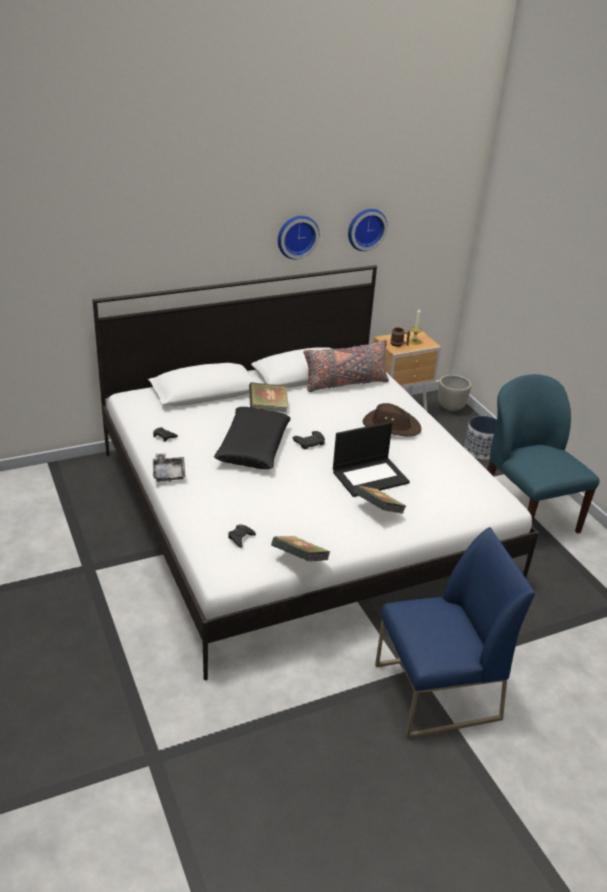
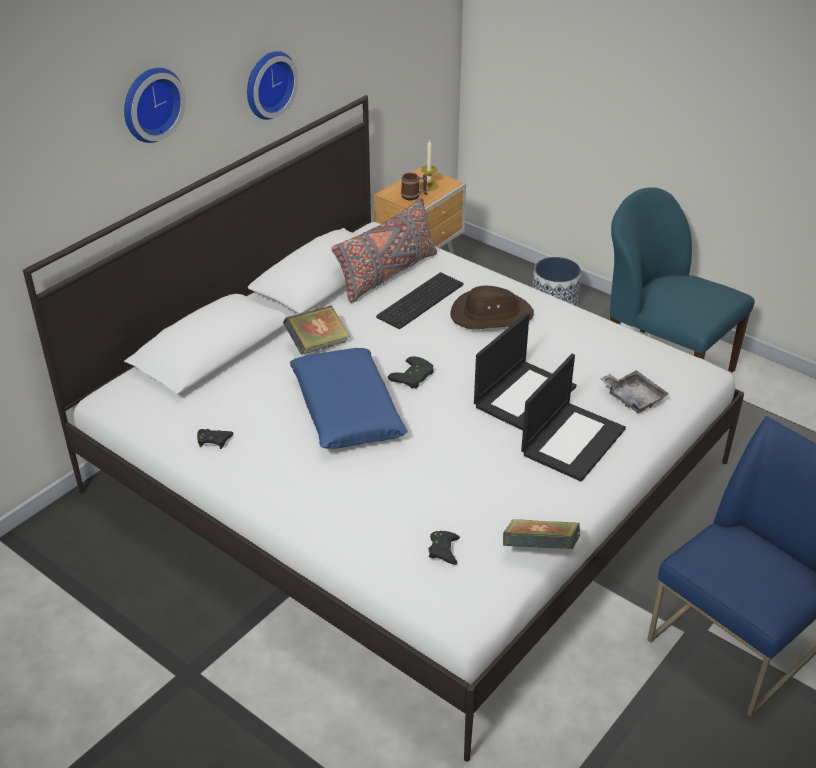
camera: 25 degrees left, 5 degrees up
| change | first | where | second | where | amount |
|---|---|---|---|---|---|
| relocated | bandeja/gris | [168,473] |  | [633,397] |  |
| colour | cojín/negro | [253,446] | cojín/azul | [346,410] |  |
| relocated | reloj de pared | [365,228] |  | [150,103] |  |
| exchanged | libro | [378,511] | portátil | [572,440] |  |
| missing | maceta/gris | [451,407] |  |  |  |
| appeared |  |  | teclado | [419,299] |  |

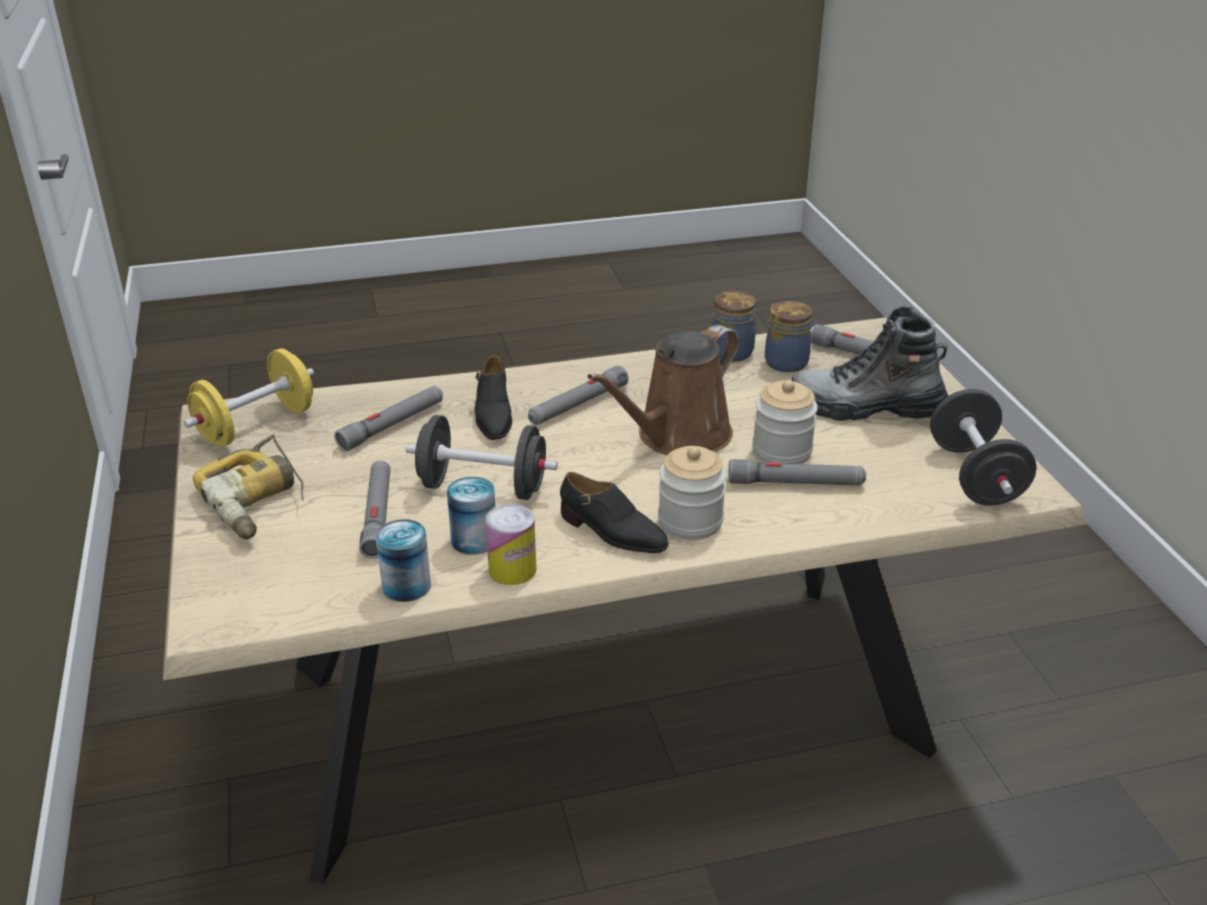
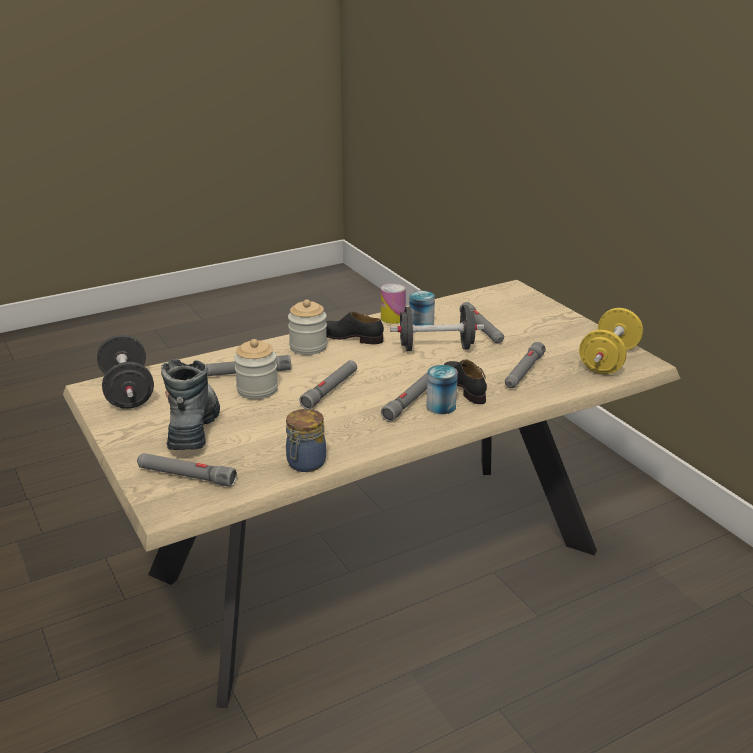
camera: 165 degrees right, 5 degrees down
| change | first | where | second | where | amount |
|---|---|---|---|---|---|
| missing | taladro | [258,500] |  |  |  |
| relocated | lata | [406,586] |  | [441,406] |  |
| exchanged | regadera/marrón | [677,437] | linterna/gris | [330,389] |  |
| missing | tarro | [784,362] |  |  |  |
| spun | bota | [866,408] |  | [193,428] | 90 degrees counterclockwise |

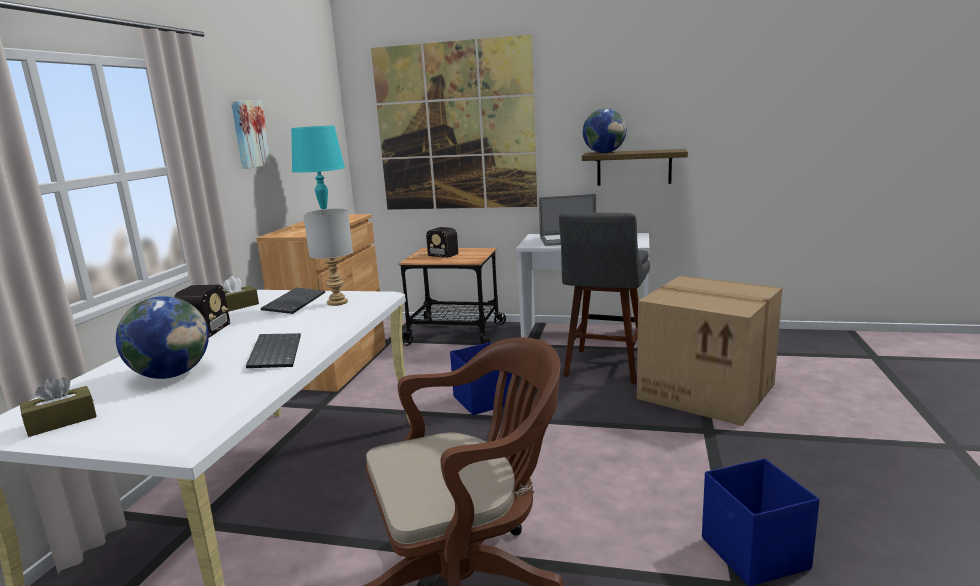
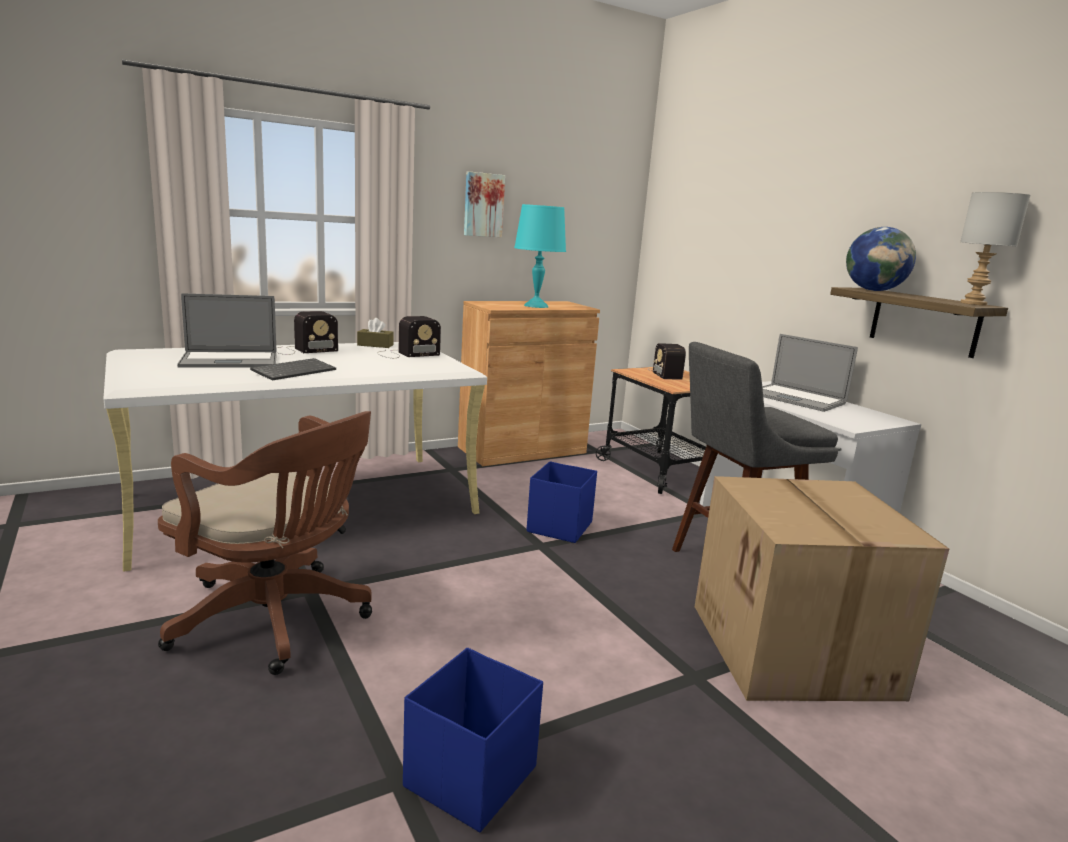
camera: 45 degrees right, 0 degrees up
| change | first | where | second | where | amount |
|---|---|---|---|---|---|
| missing | caja de pañuelos/marrón | [61,421] |  |  |  |
| exchanged | globo terráqueo | [171,374] | portátil | [229,361] |  |
| exchanged | teclado | [294,302] | radio | [405,354] |  |
| relocated | lámpara de mesa/gris | [337,303] |  | [973,304] |  |
| missing | cuadro | [455,127] |  |  |  |

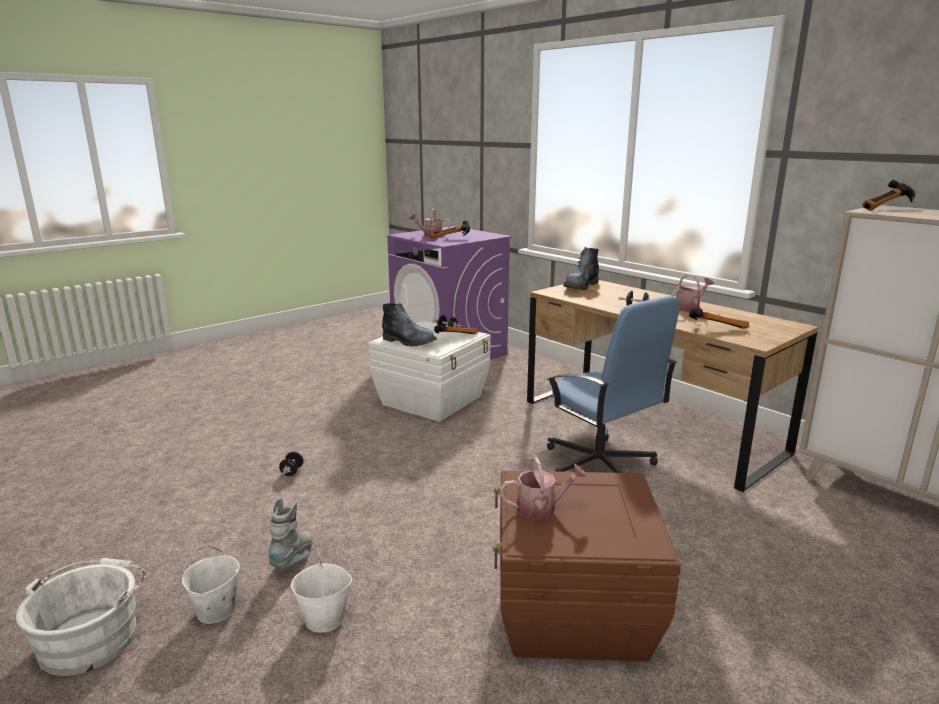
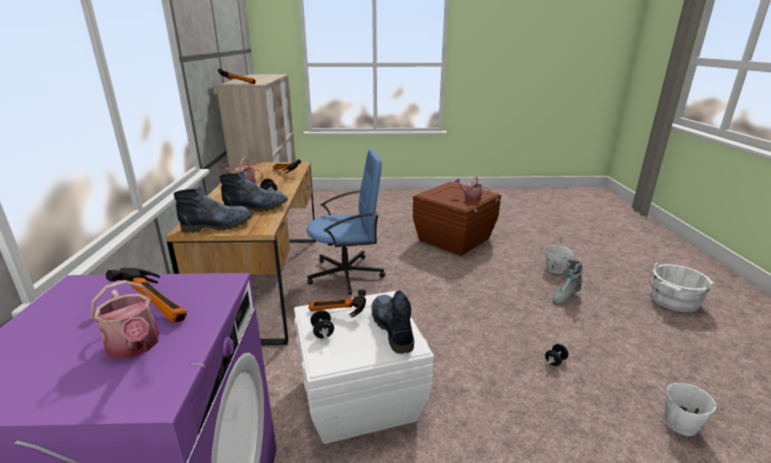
camera: 140 degrees left, 5 degrees up
| change | first | where | second | where | amount |
|---|---|---|---|---|---|
| relocated | cubo/blanco | [216,611] |  | [680,423] |  |
| spun | silla de oficina/azul | [599,465] |  | [347,274] | 75 degrees clockwise |
| appeared |  |  | bota | [258,208] |  |

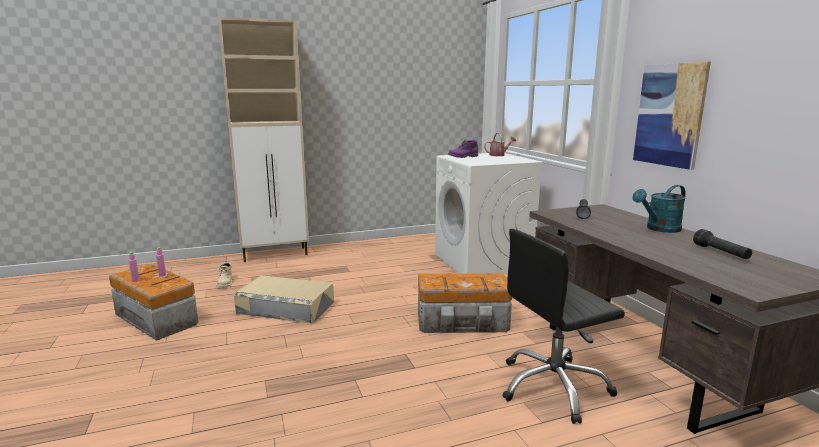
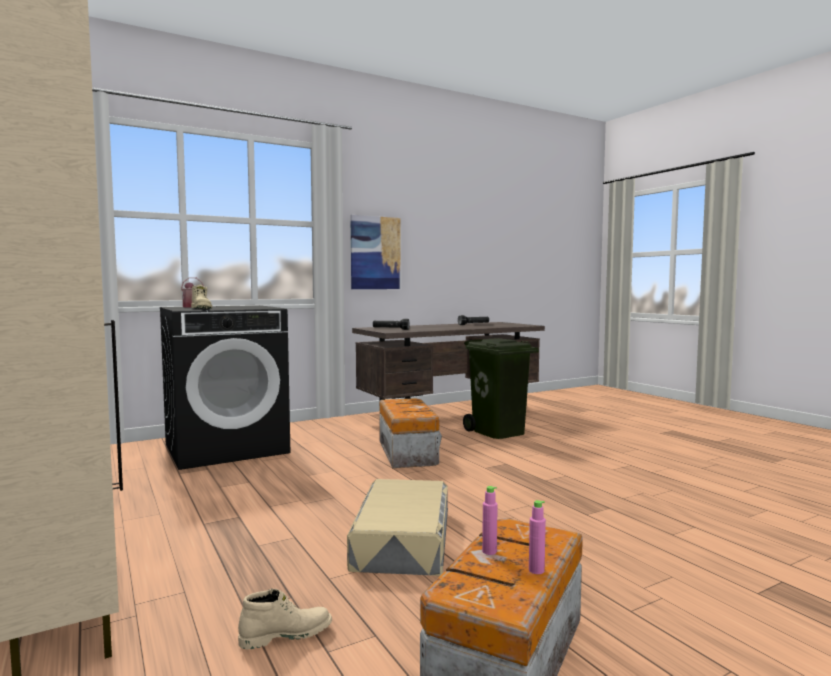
camera: 100 degrees left, 10 degrees down
| change | first | where | second | where | amount |
|---|---|---|---|---|---|
| colour | lavadora/blanco | [483,262] | lavadora/negro | [227,448] |  |
| colour | bota/morado | [463,157] | bota/beis | [201,308] |  |
| exchanged | silla de oficina/negro | [553,387] | papelera/verde | [497,432] |  |
| missing | regadera/turquesa | [659,229] |  |  |  |

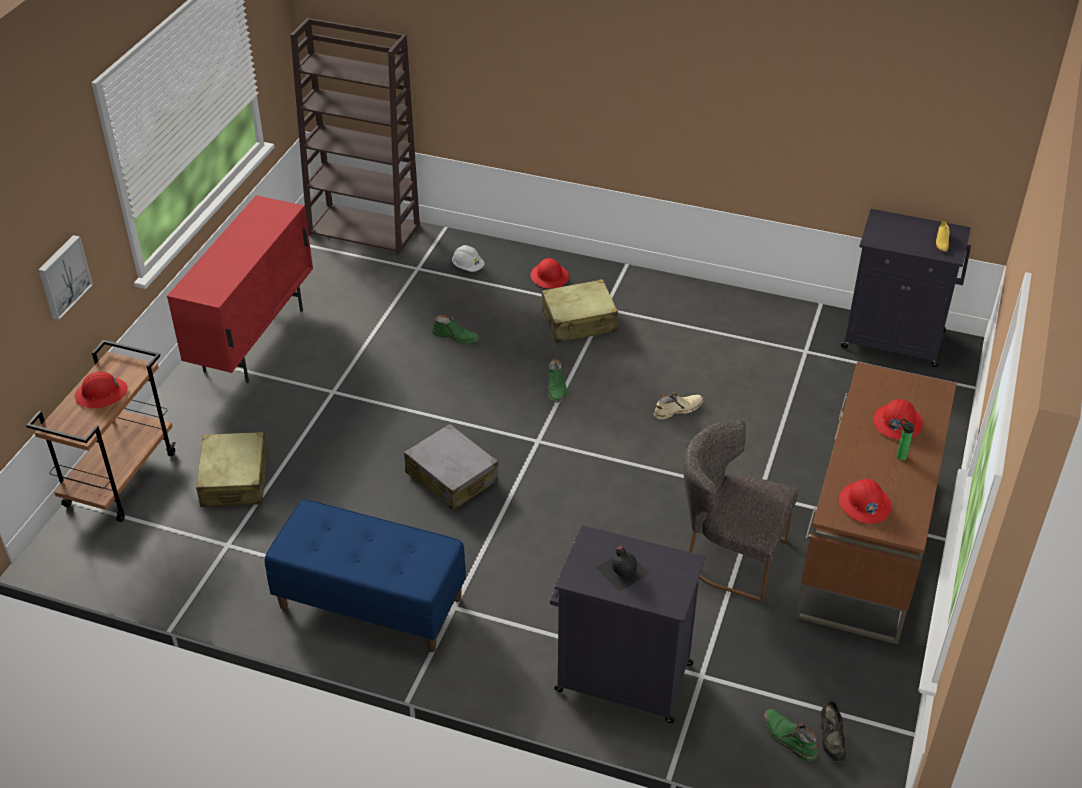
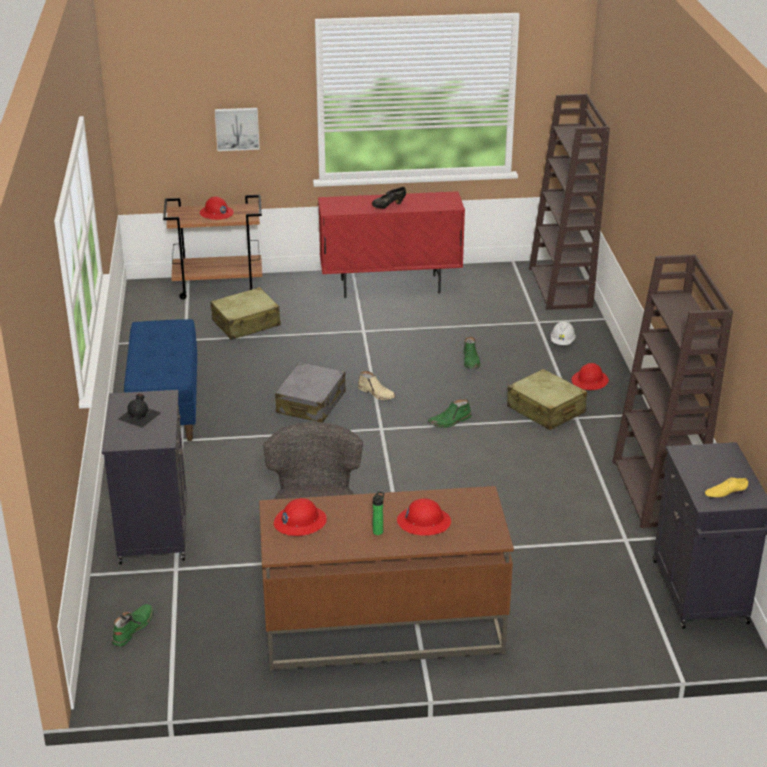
camera: 65 degrees right, 10 degrees down
| change | first | where | second | where | amount |
|---|---|---|---|---|---|
| relocated | bota/beis | [677,409] |  | [377,393] |  |
| relocated | zapato/negro | [831,740] |  | [388,206] |  |
| appeared |  |  | estantería/marrón | [656,492] |  |

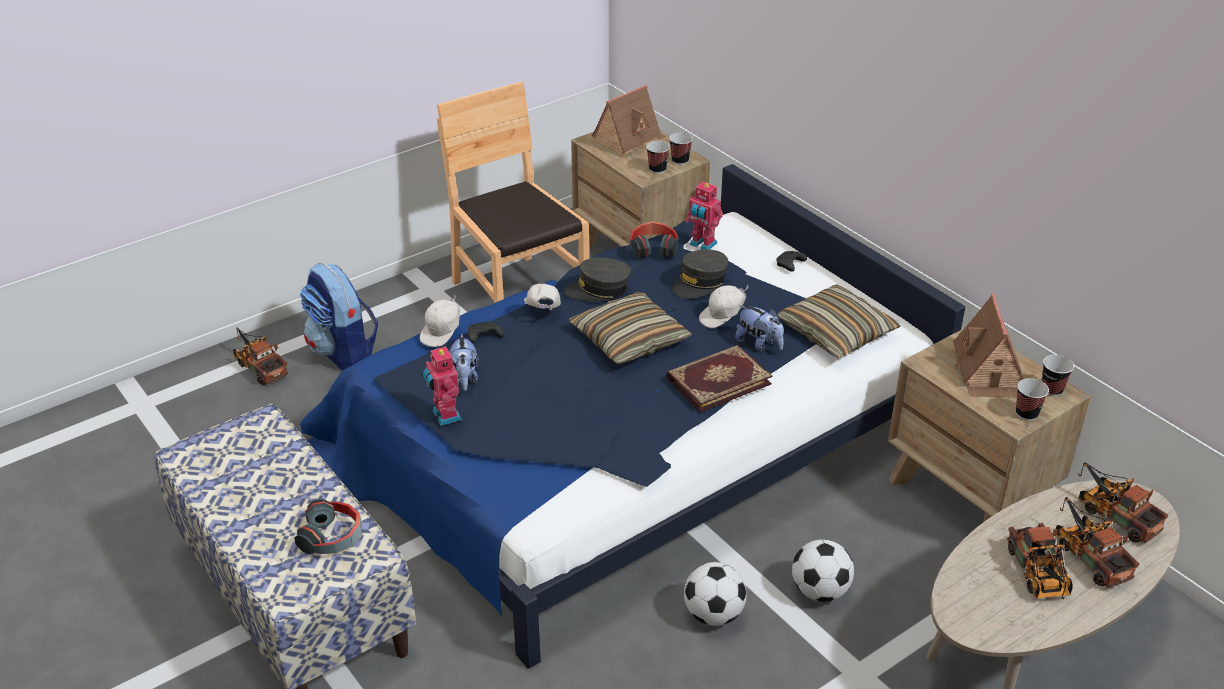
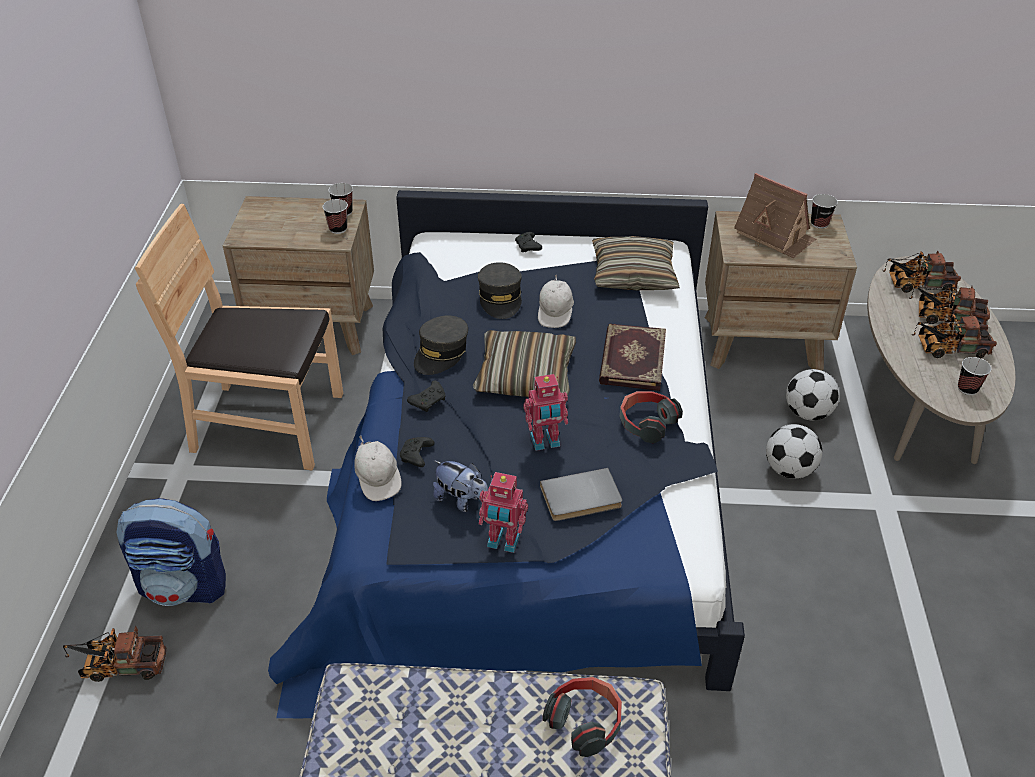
camera: 50 degrees left, 5 degrees up
| change | first | where | second | where | amount |
|---|---|---|---|---|---|
| exchanged | gorra/blanco | [542,311] | mando de consola/negro | [429,401] |  |
| missing | casita | [629,140] |  |  |  |
| relocated | auriculares | [653,248] |  | [646,423] |  |
| relocated | balón de fútbol | [713,614] |  | [807,413] |  |
| relocated | robot de juguete | [702,244] |  | [545,442] |  |
| missing | peluche | [759,344] |  |  |  |
| spun | camión de juguete | [1038,576] |  | [947,349] | 150 degrees clockwise |
| relocated | taza | [1026,414] |  | [967,389] |  |
| appeared |  |  | libro/gris | [581,499] |  |

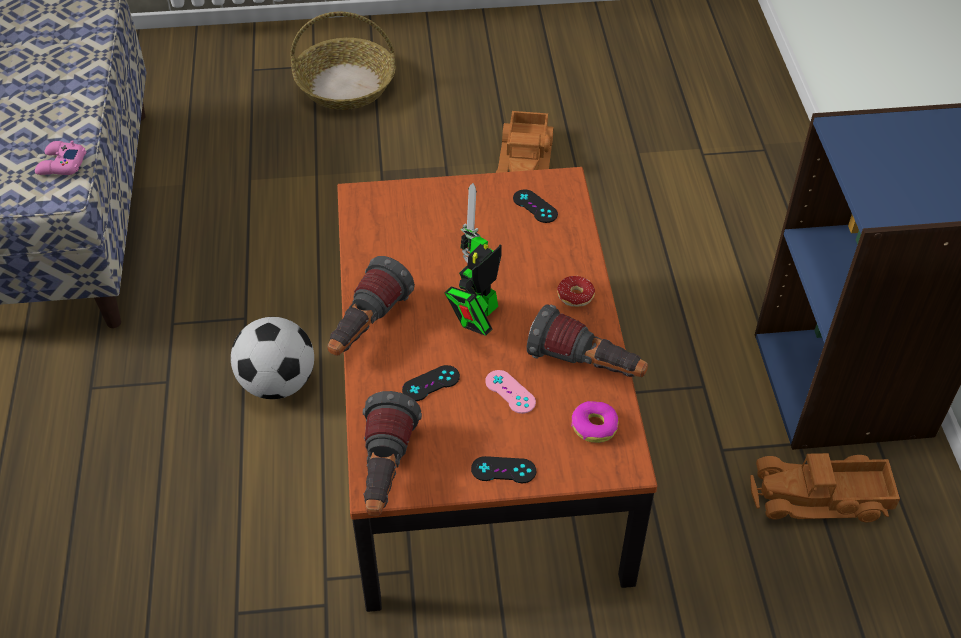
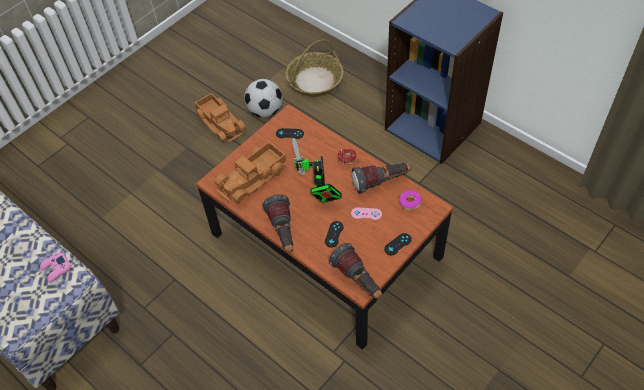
camera: 40 degrees left, 5 degrees up
| change | first | where | second | where | amount |
|---|---|---|---|---|---|
| relocated | balón de fútbol | [277,383] |  | [265,111] |  |
| relocated | cesta | [345,86] |  | [314,81] |  |
| relocated | camión de juguete | [821,499] |  | [253,178] |  |

